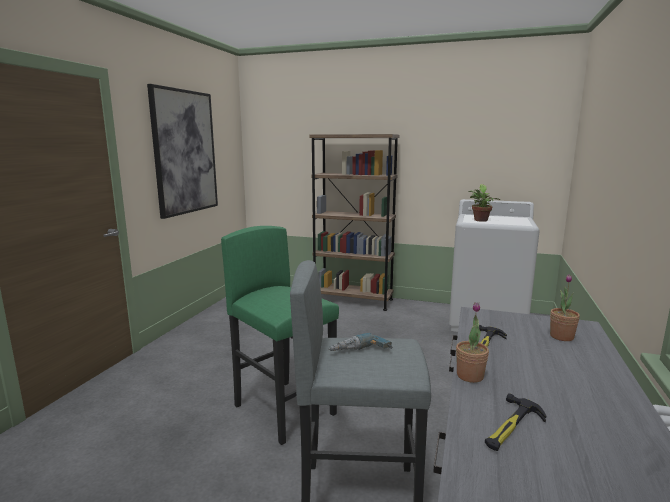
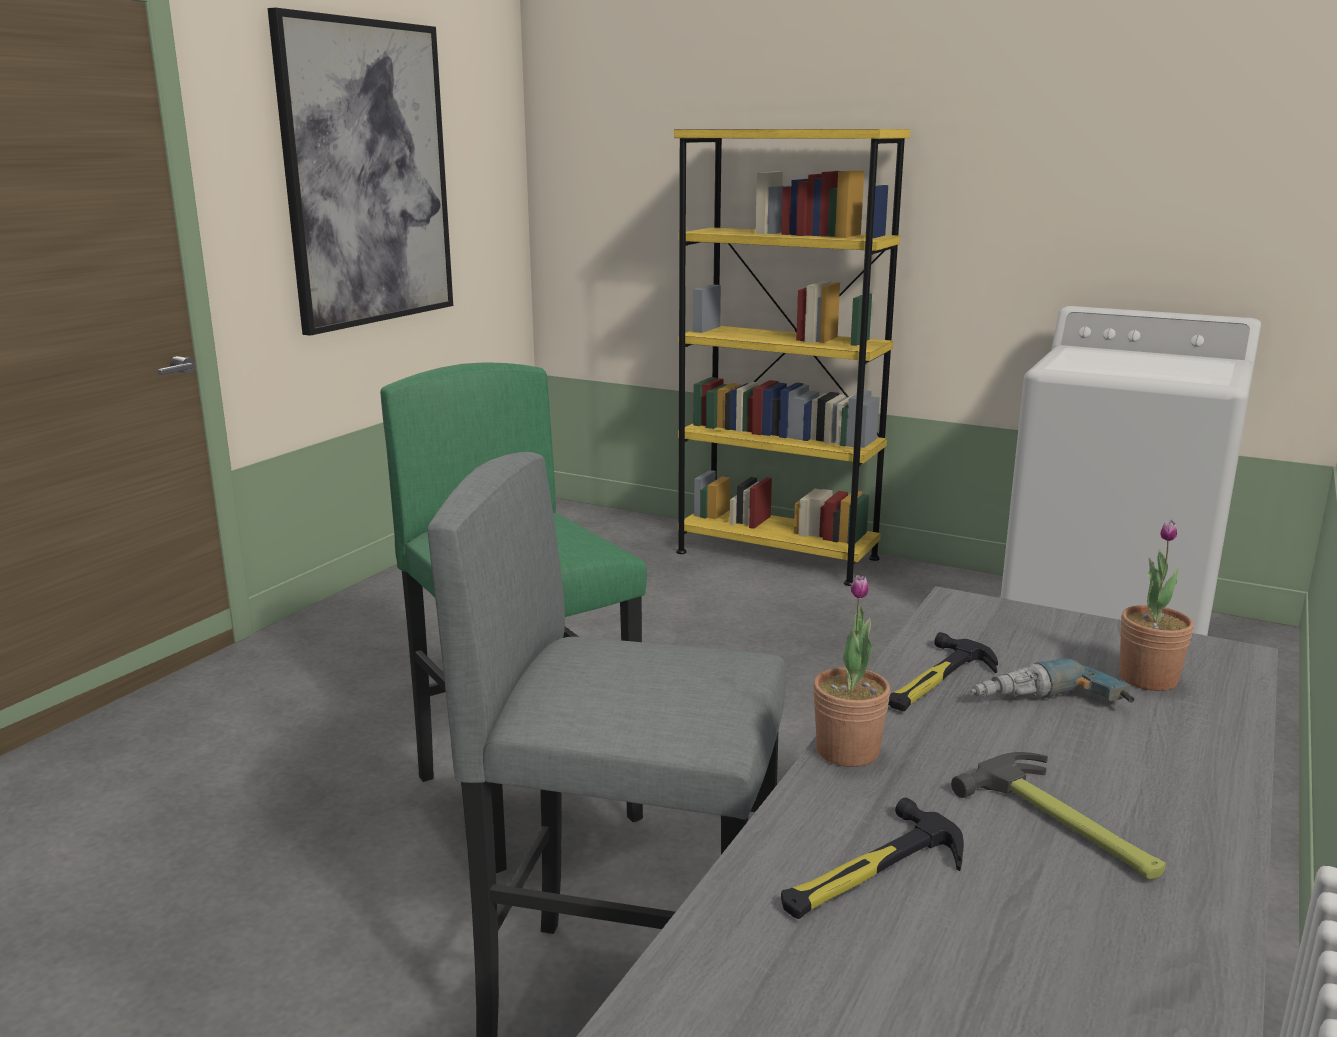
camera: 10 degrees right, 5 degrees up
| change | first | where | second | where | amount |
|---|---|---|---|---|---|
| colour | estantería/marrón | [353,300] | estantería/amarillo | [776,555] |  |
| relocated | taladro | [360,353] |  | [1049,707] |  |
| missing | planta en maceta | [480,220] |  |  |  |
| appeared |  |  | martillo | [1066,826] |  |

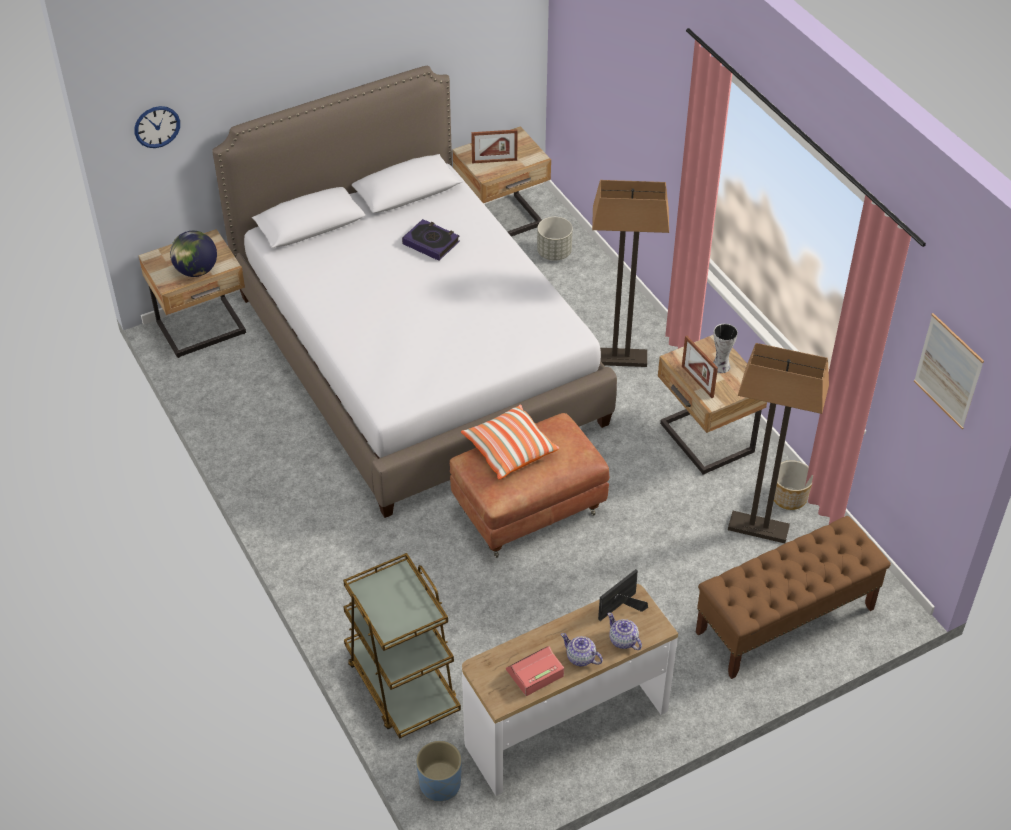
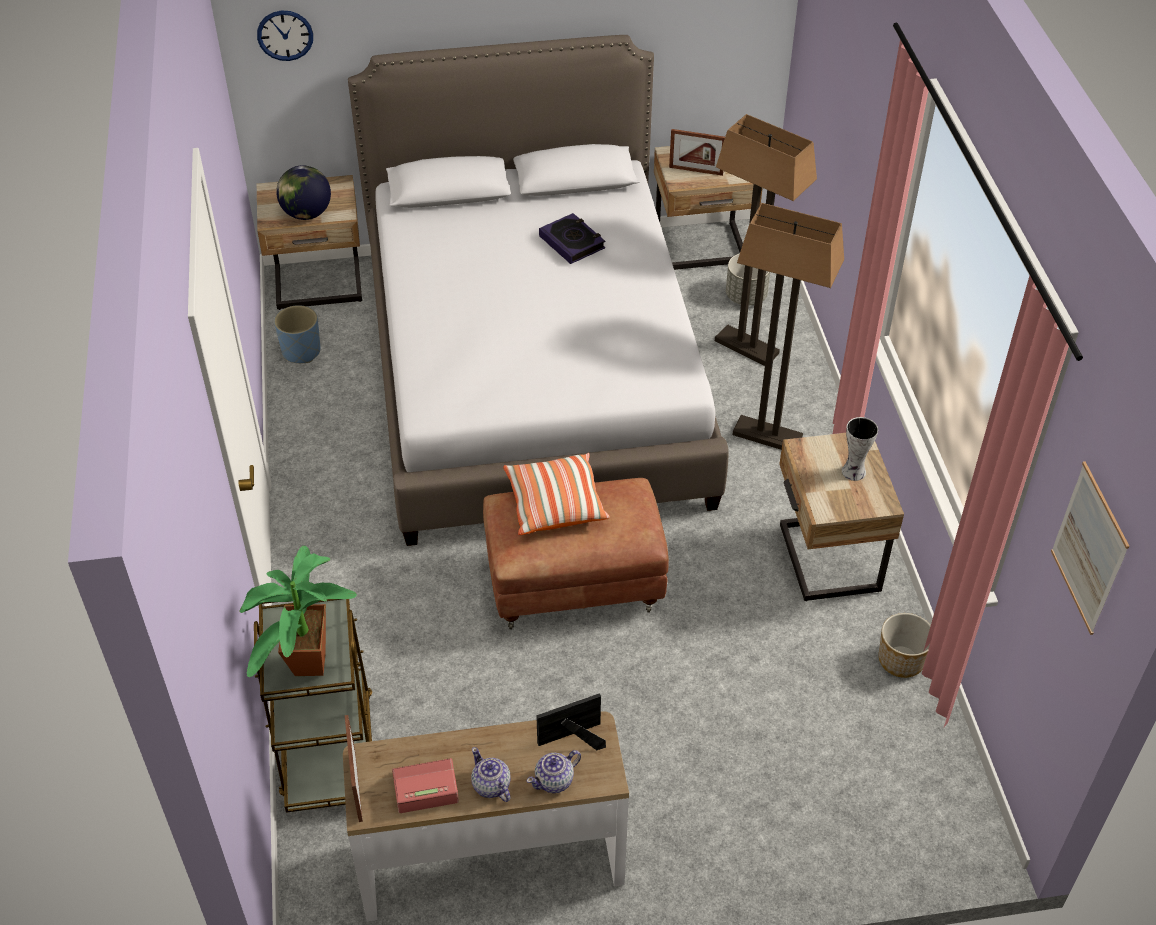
camera: 20 degrees right, 0 degrees up
| change | first | where | second | where | amount |
|---|---|---|---|---|---|
| relocated | maceta/azul | [440,784] |  | [301,352] |  |
| spun | tetera | [623,640] |  | [554,780] | 105 degrees counterclockwise |
| relocated | portarretratos | [697,381] |  | [357,786] |  |
| missing | banco/marrón | [784,621] |  |  |  |
| relocated | lámpara de pie | [759,528] |  | [747,347] |  |
| appeared |  |  | planta en maceta | [305,671] |  |

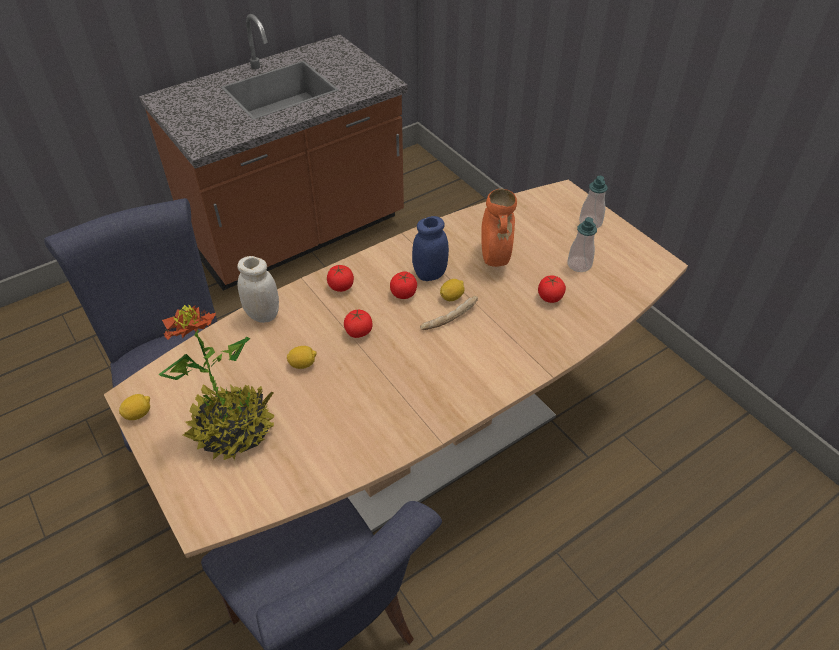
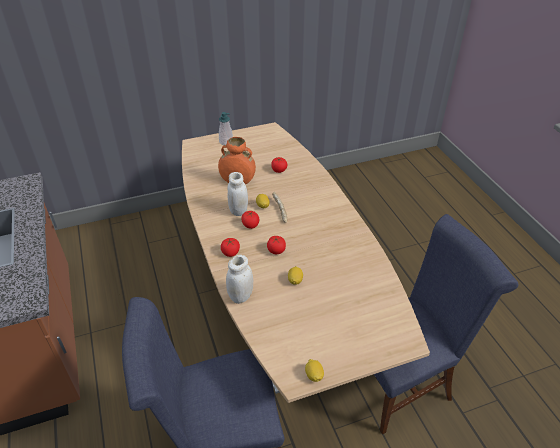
camera: 75 degrees left, 5 degrees down
| change | first | where | second | where | amount |
|---|---|---|---|---|---|
| missing | planta en maceta | [233,429] |  |  |  |
| colour | tarro/azul | [430,274] | tarro/blanco | [238,211] |  |
| missing | dispensador de jabón | [579,264] |  |  |  |

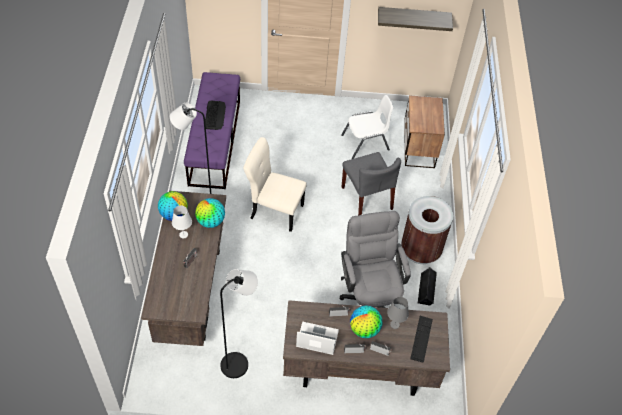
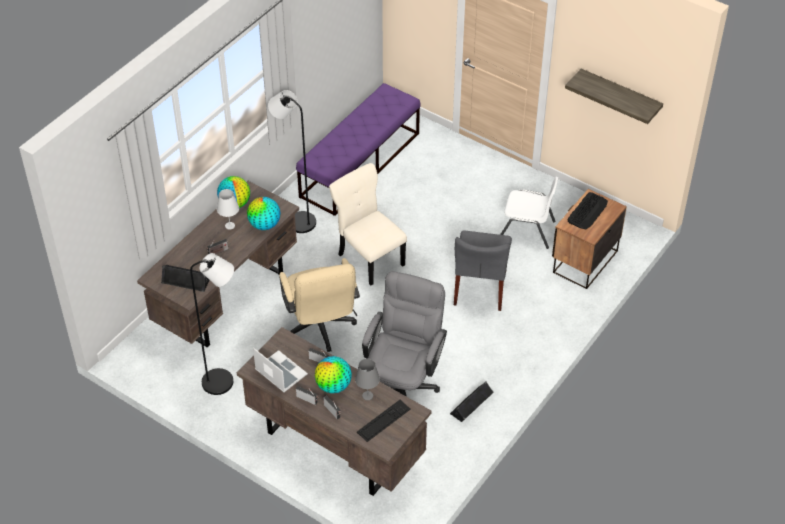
camera: 35 degrees right, 5 degrees down
| change | first | where | second | where | amount |
|---|---|---|---|---|---|
| relocated | teclado | [215,115] |  | [587,211] |  |
| missing | papelera/marrón | [421,250] |  |  |  |
| appeared |  |  | altavoz/negro | [186,280] |  |
| appeared |  |  | silla de oficina/beis | [320,329] |  |

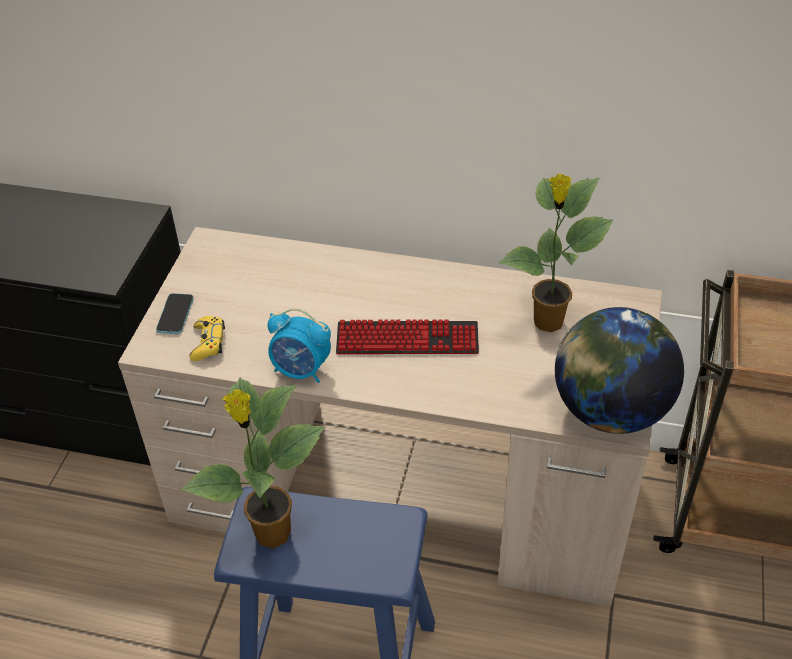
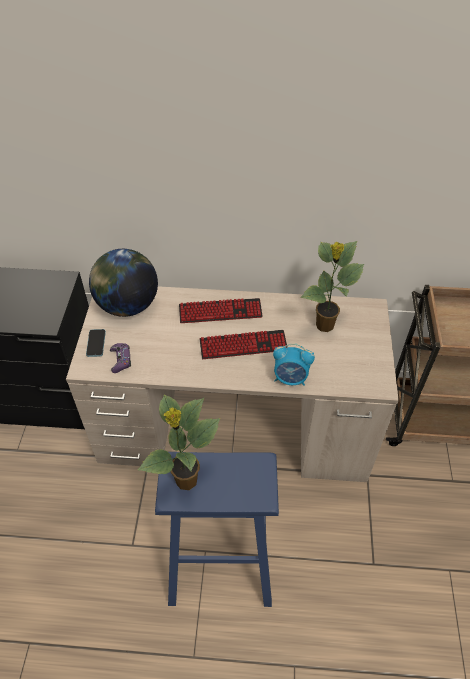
camera: 10 degrees left, 5 degrees up
| change | first | where | second | where | amount |
|---|---|---|---|---|---|
| colour | mando de consola/amarillo | [208,343] | mando de consola/morado | [120,360] |  |
| relocated | despertador | [301,370] |  | [290,378] |  |
| relocated | globo terráqueo | [609,410] |  | [127,305] |  |
| appeared |  |  | teclado | [220,312] |  |

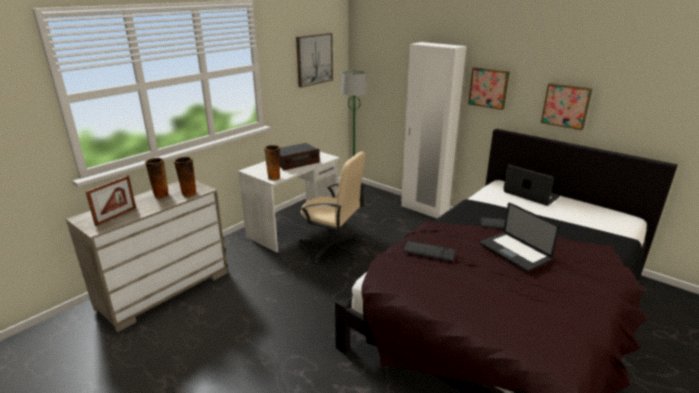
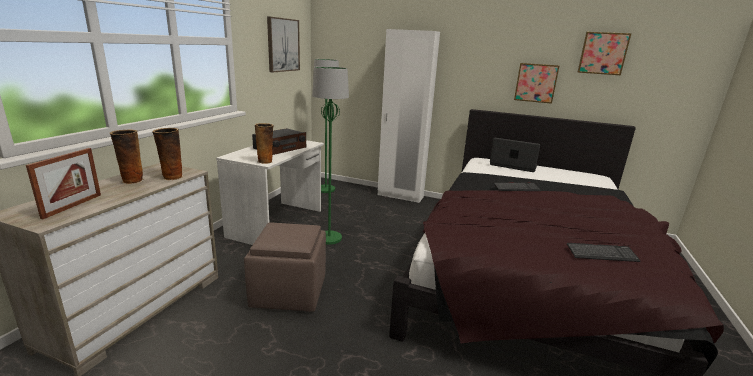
camera: 20 degrees left, 5 degrees down
| change | first | where | second | where | amount |
|---|---|---|---|---|---|
| exchanged | silla de oficina/beis | [331,248] | lámpara de pie/verde | [329,238] |  |
| relocated | teclado | [429,252] |  | [601,254] |  |
| relocated | cuadro | [489,88] |  | [603,53] |  |
| missing | portátil | [514,252] |  |  |  |
| appeared |  |  | puf/marrón | [288,291] |  |

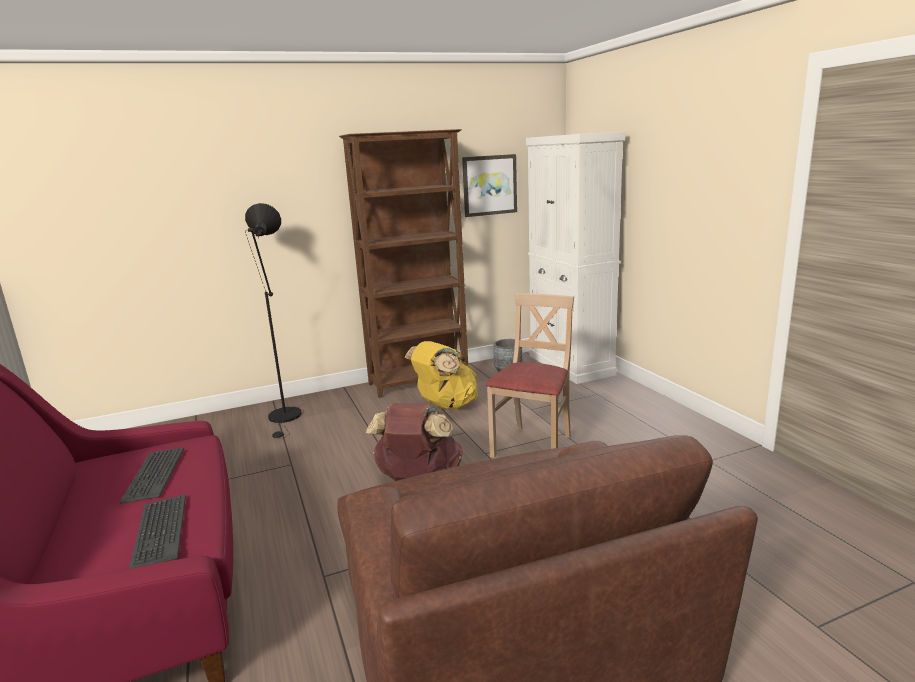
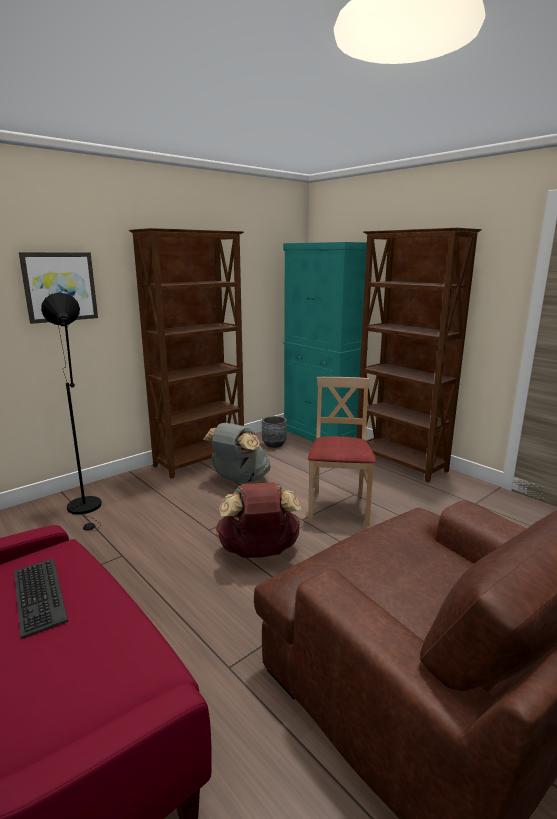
camera: 20 degrees left, 0 degrees up
| change | first | where | second | where | amount |
|---|---|---|---|---|---|
| missing | teclado | [159,531] |  |  |  |
| colour | mochila/amarillo | [445,405] | mochila/gris | [239,480] |  |
| relocated | cuadro | [489,185] |  | [60,287] |  |
| colour | armario/blanco | [570,365] | armario/turquesa | [321,435] |  |
| appeared |  |  | estantería/marrón | [400,463] |  |

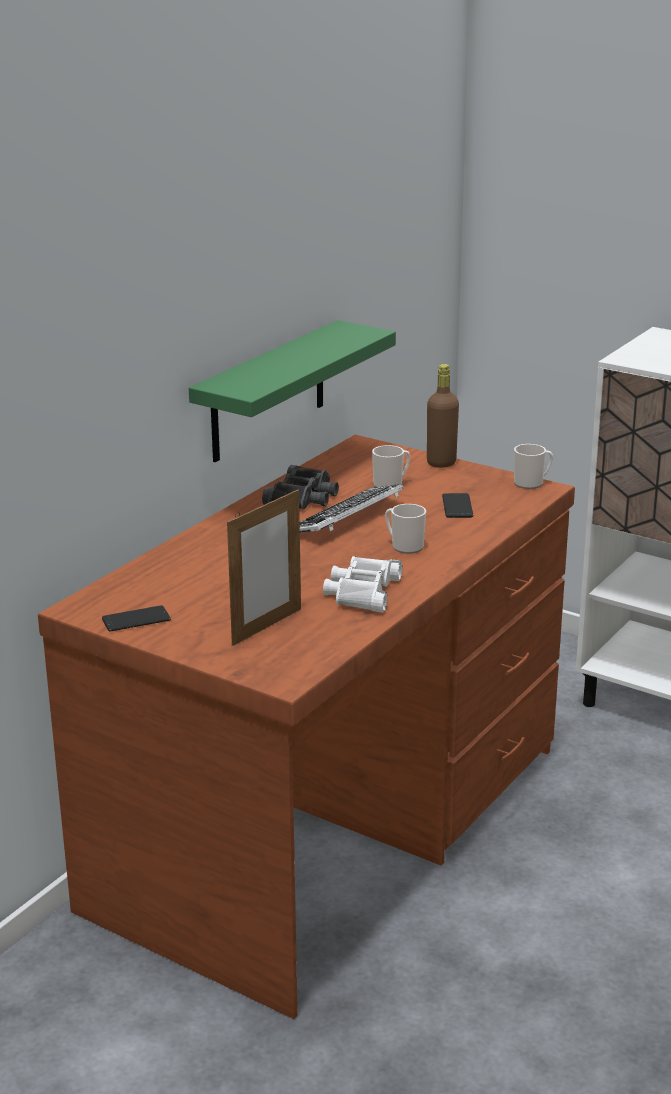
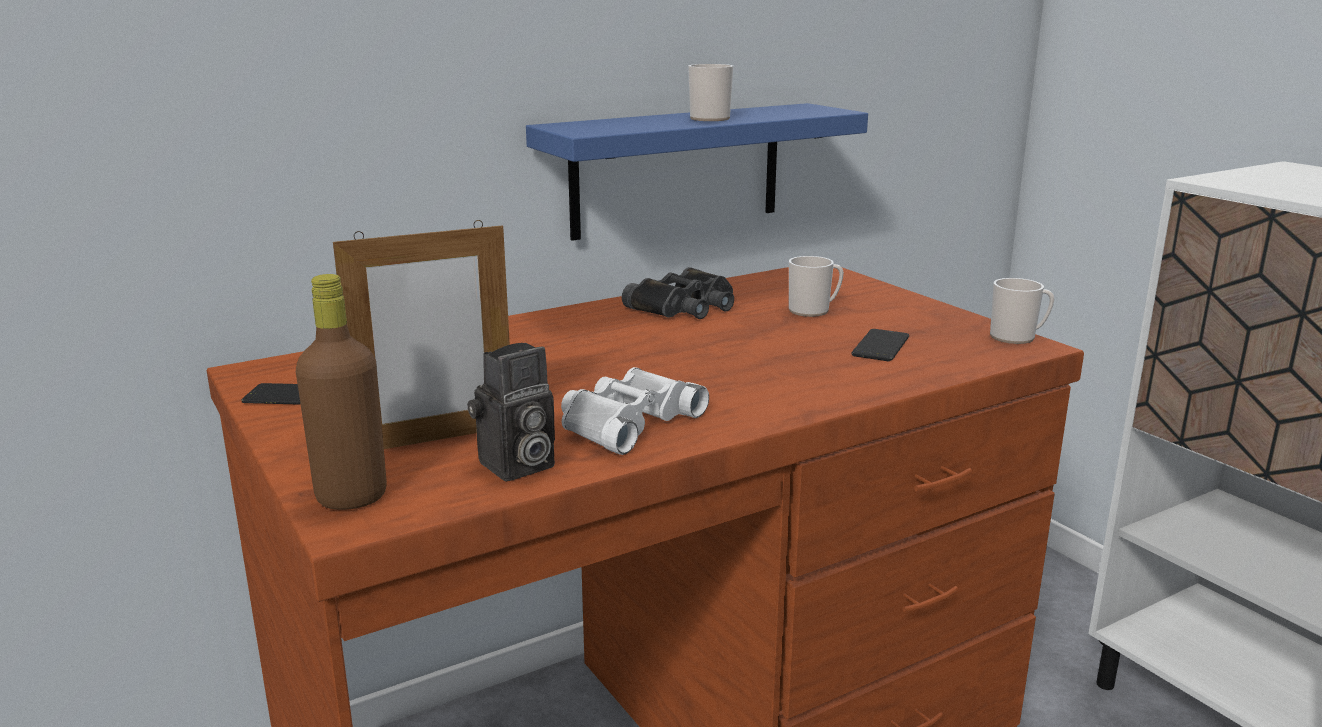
camera: 25 degrees right, 5 degrees down
| change | first | where | second | where | amount |
|---|---|---|---|---|---|
| colour | estante/verde | [268,392] | estante/azul | [677,170] |  |
| missing | teclado | [346,519] |  |  |  |
| relocated | taza grande | [404,546] |  | [706,118] |  |
| relocated | botella/marrón | [441,463] |  | [351,497] |  |
| appeared |  |  | cámara | [516,467] |  |

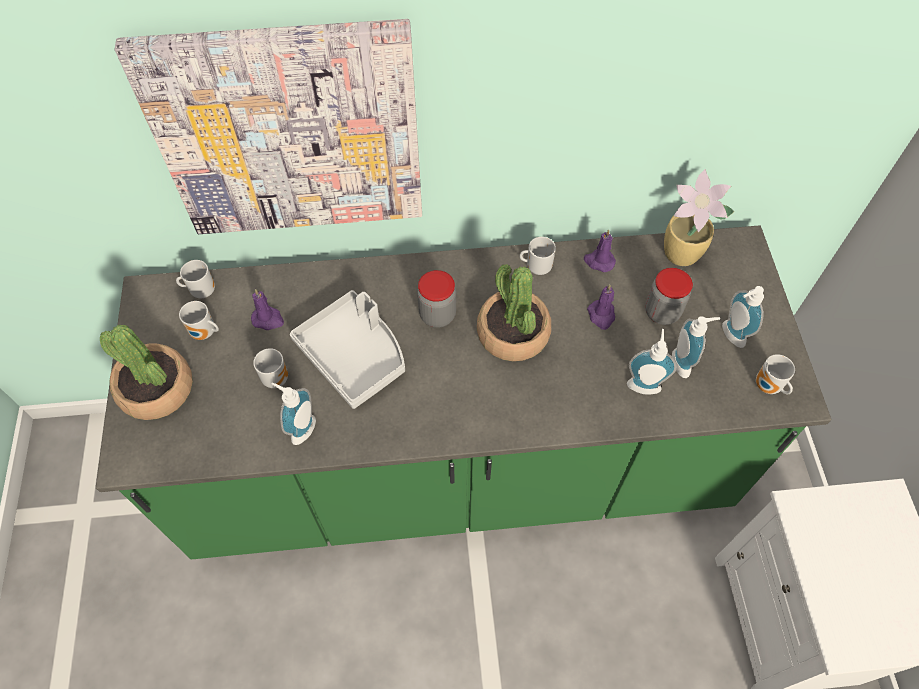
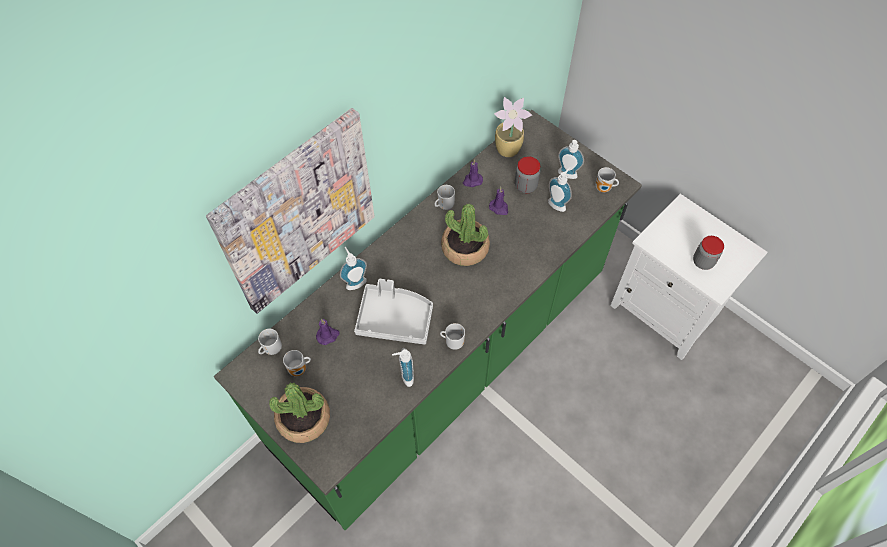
camera: 40 degrees left, 0 degrees up
| change | first | where | second | where | amount |
|---|---|---|---|---|---|
| relocated | taza grande | [276,377] |  | [453,342] |  |
| relocated | tarro | [437,315] |  | [703,262] |  |
| relocated | dispensador de jabón | [644,383] |  | [355,282] |  |

